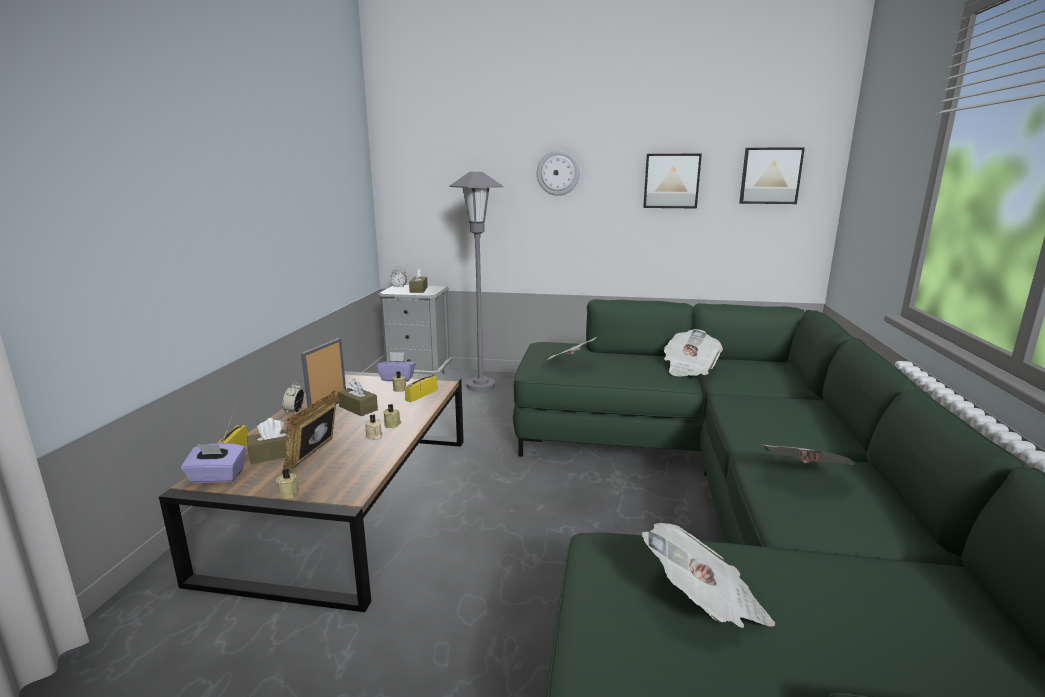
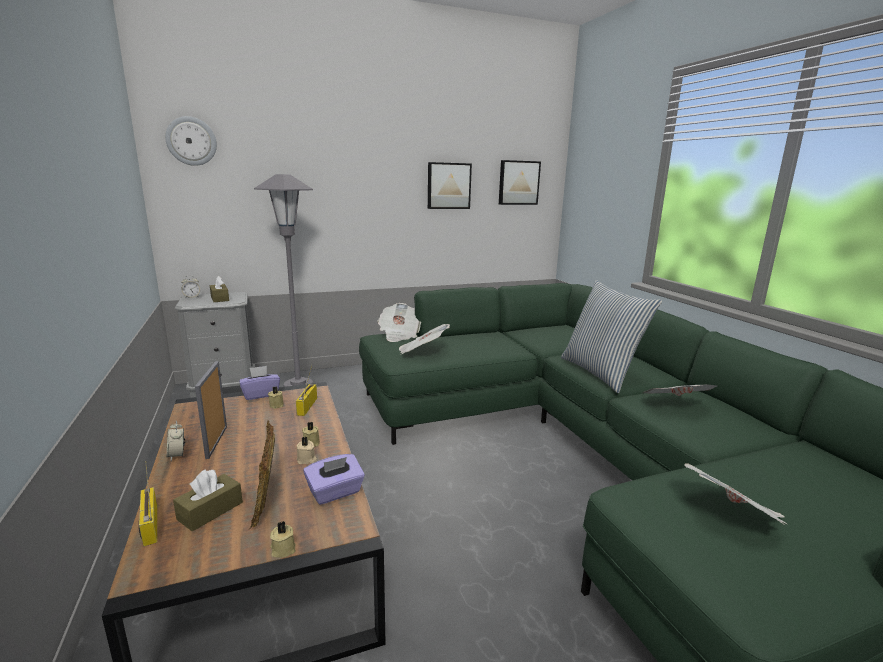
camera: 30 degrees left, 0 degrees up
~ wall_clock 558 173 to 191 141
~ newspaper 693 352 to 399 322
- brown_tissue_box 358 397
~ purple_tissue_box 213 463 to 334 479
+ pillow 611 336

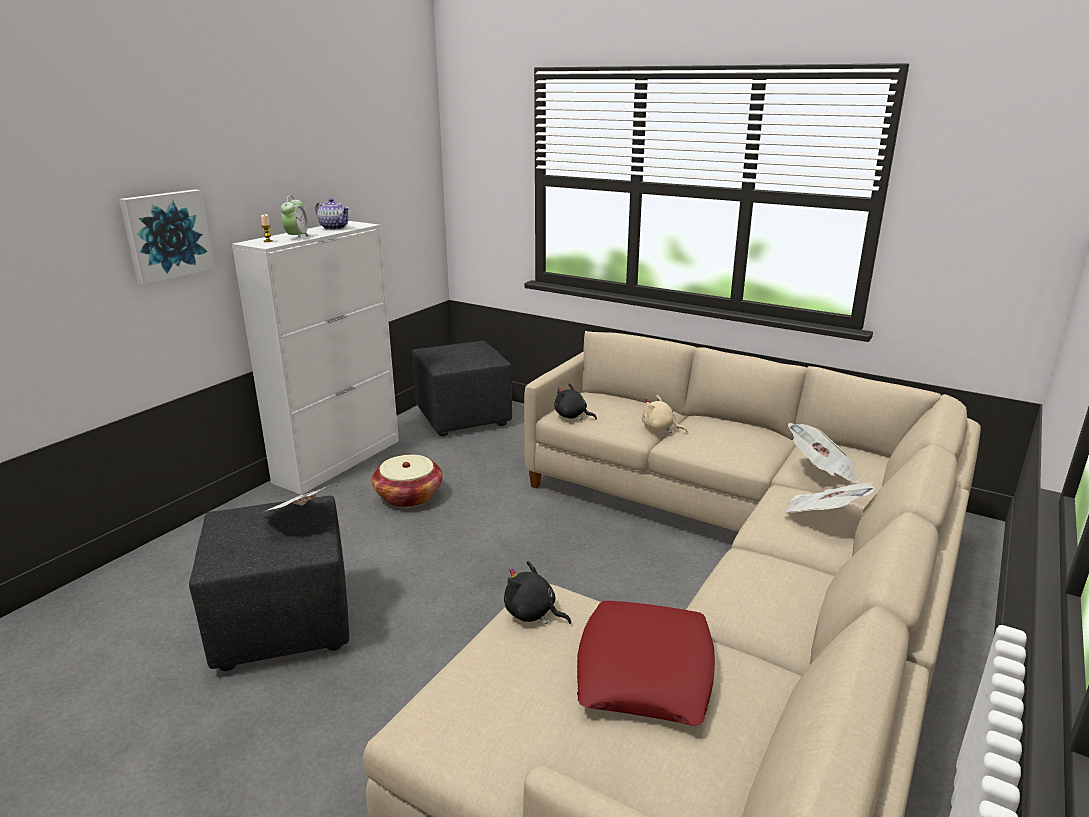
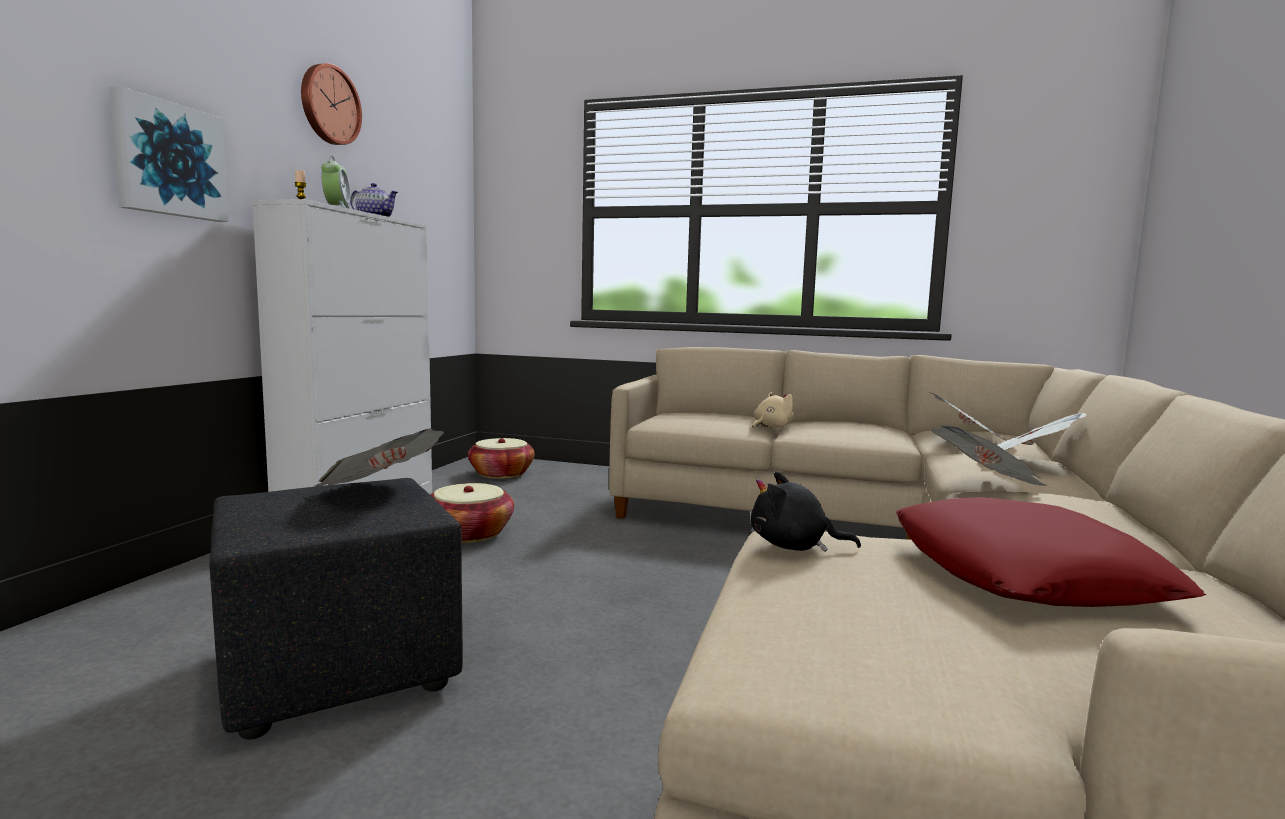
camera: 15 degrees left, 15 degrees down
~ black_ottoman 462 388 to basket 501 458
- black_plush_toy 575 401
~ beige_plush_toy 664 414 = 773 410 120 degrees clockwise
+ wall_clock 331 104
+ newspaper 989 455

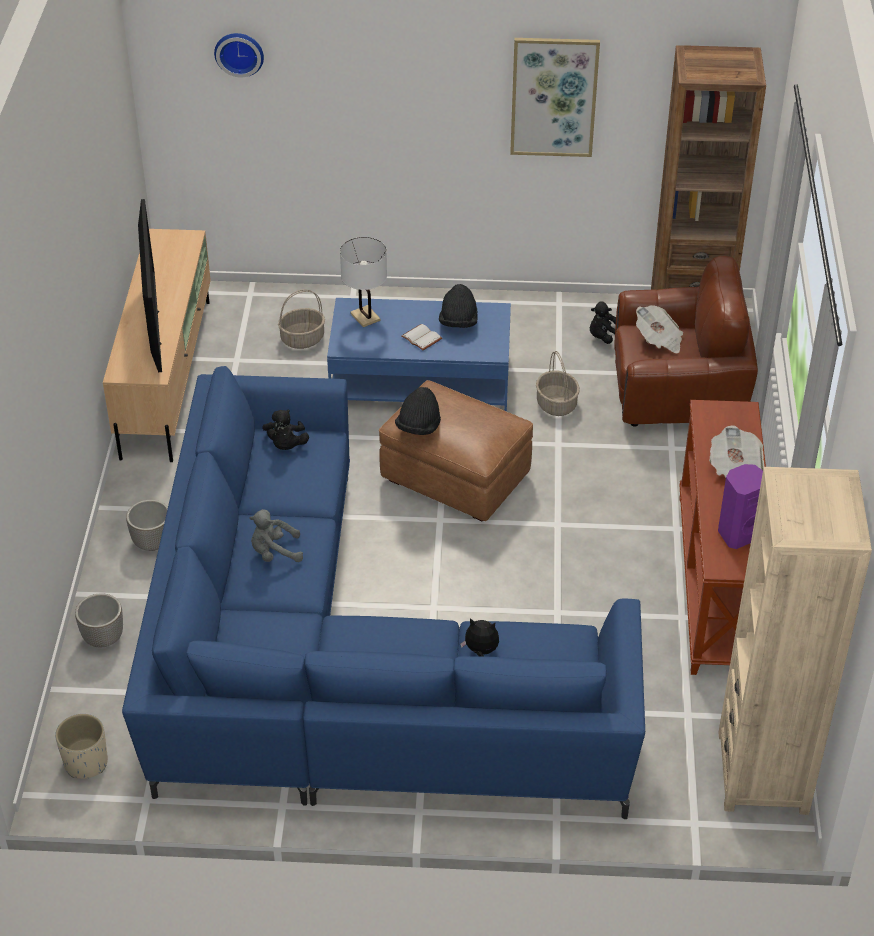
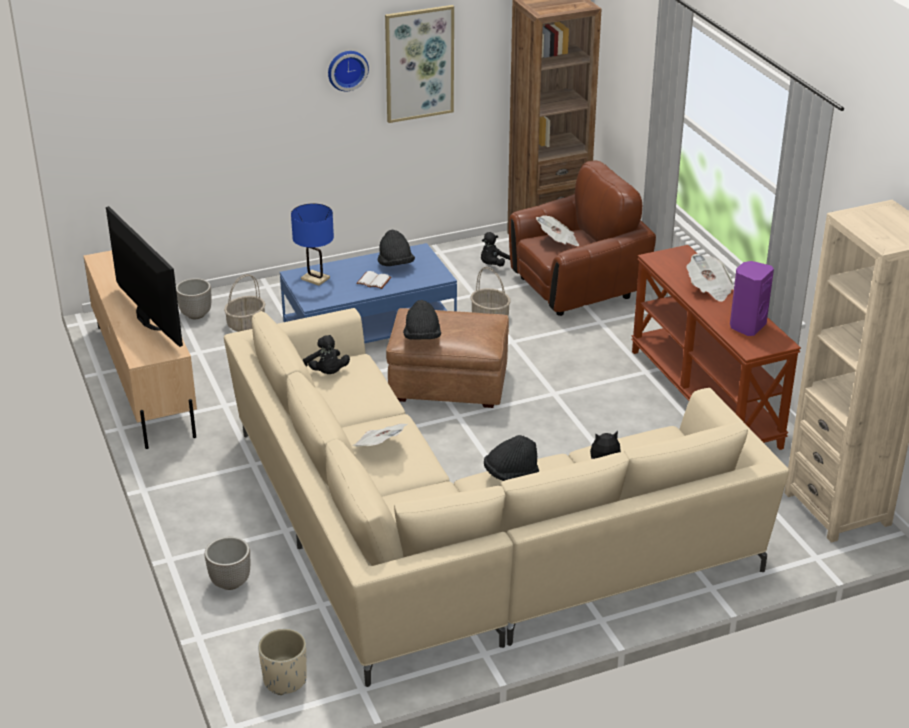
camera: 25 degrees left, 10 degrees down
~ wall_clock 239 55 to 348 71
~ white_table_lamp 363 282 to blue_table_lamp 312 244
~ blue_sofa 383 592 to beige_sofa 506 497
~ planter 147 525 to 194 298
~ grey_plush_toy 276 535 to newspaper 379 435
+ black_hat 511 458

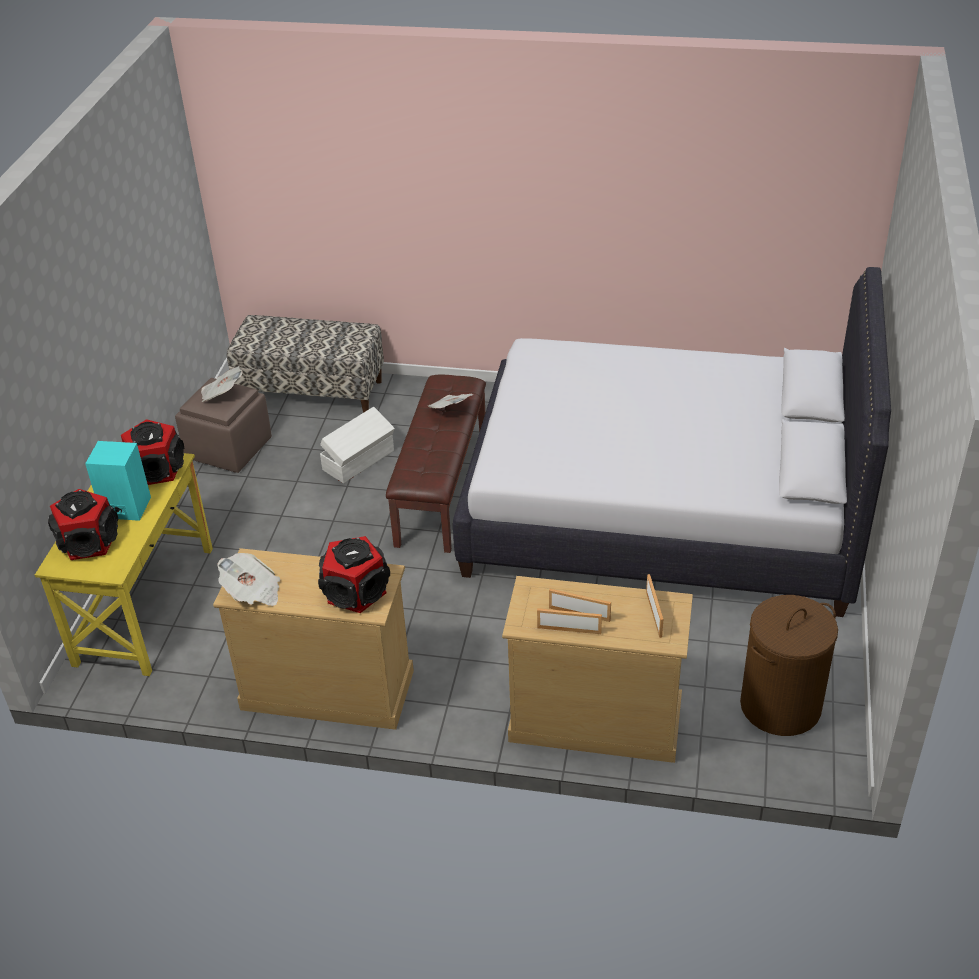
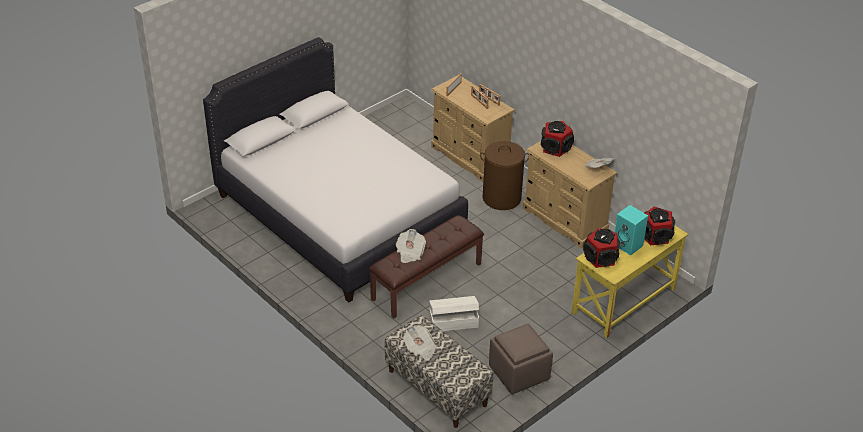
camera: 145 degrees left, 0 degrees up
~ newspaper 221 384 to 420 343
~ brown_laundry_basket 789 665 to 504 175

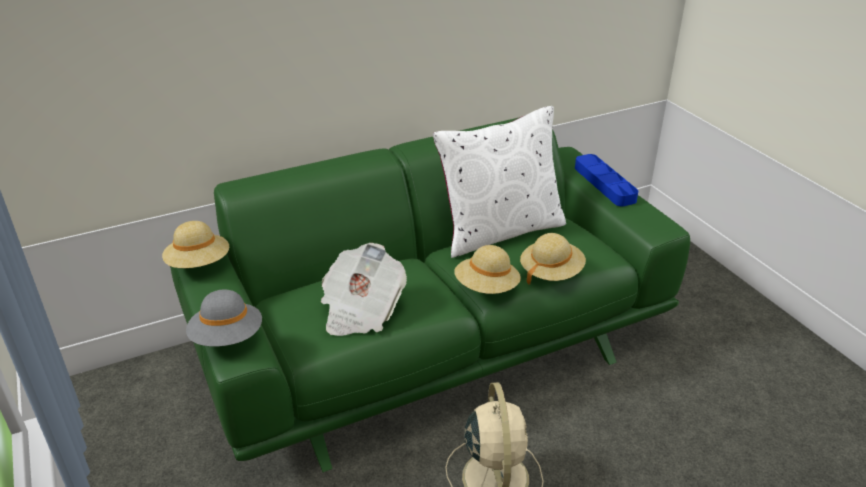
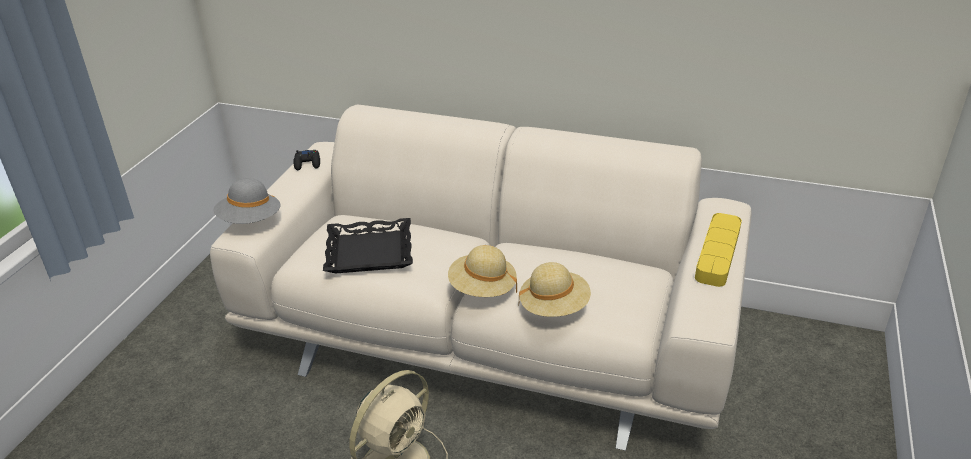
camera: 45 degrees right, 0 degrees up
- white_pillow 499 182
~ green_sofa 430 294 to beige_sofa 481 278
~ blue_tray 606 180 to yellow_tray 718 250
~ beige_hat 195 244 to black_game_controller 307 160
~ newspaper 364 289 to black_tray 368 245

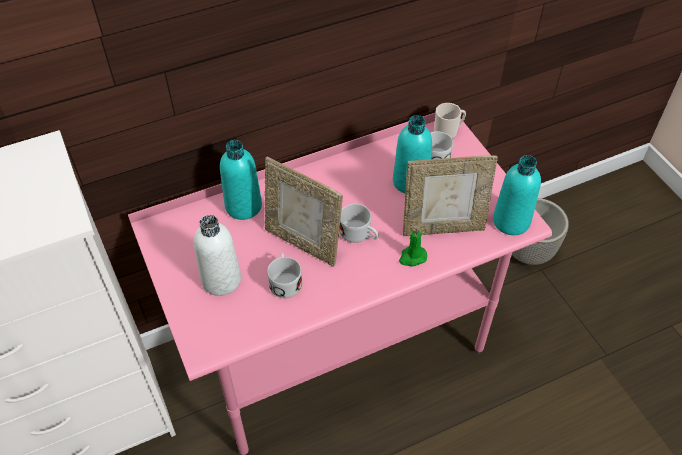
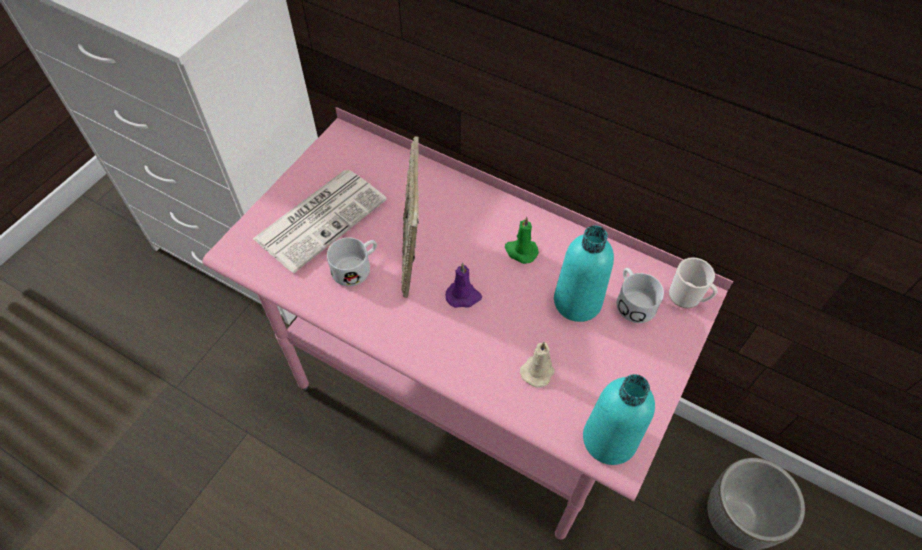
camera: 55 degrees right, 5 degrees up
- turquoise_bottle 241 180
~ picture_frame 450 195 to beige_candle 537 365
~ white_mug 359 223 to purple_candle 464 285
~ white_bottle 217 255 to newspaper 320 221
~ green_candle 413 246 to 522 240

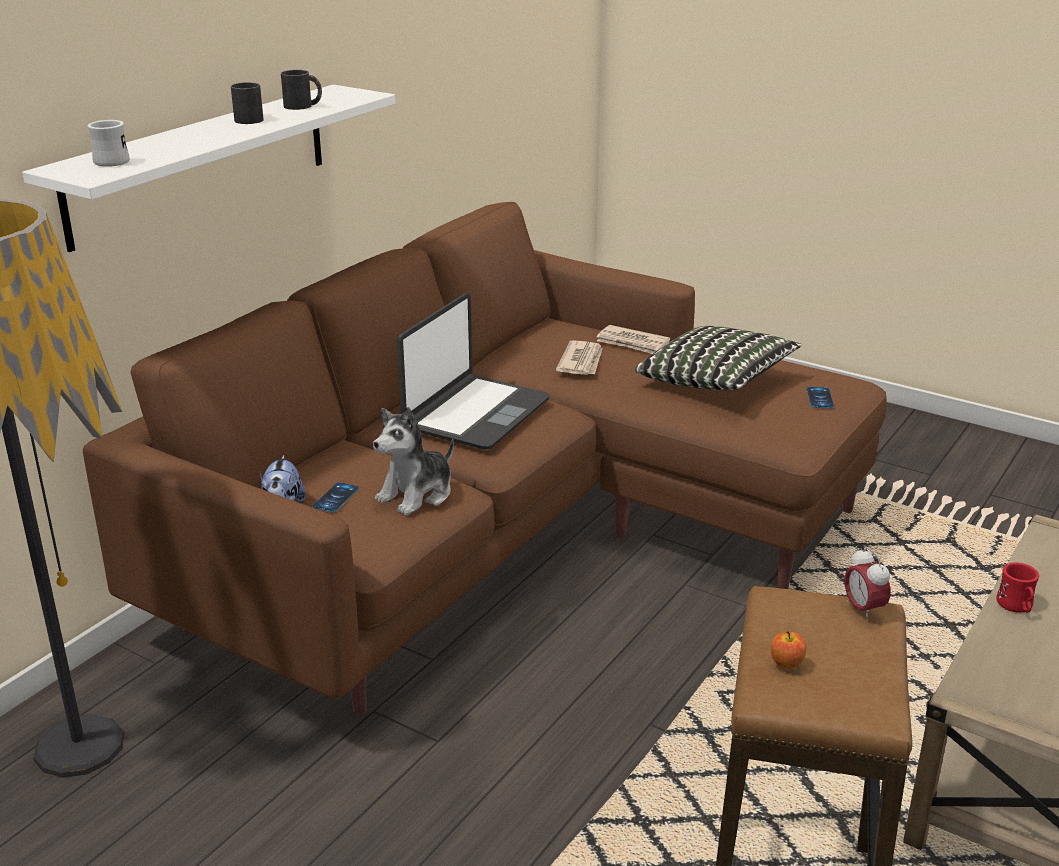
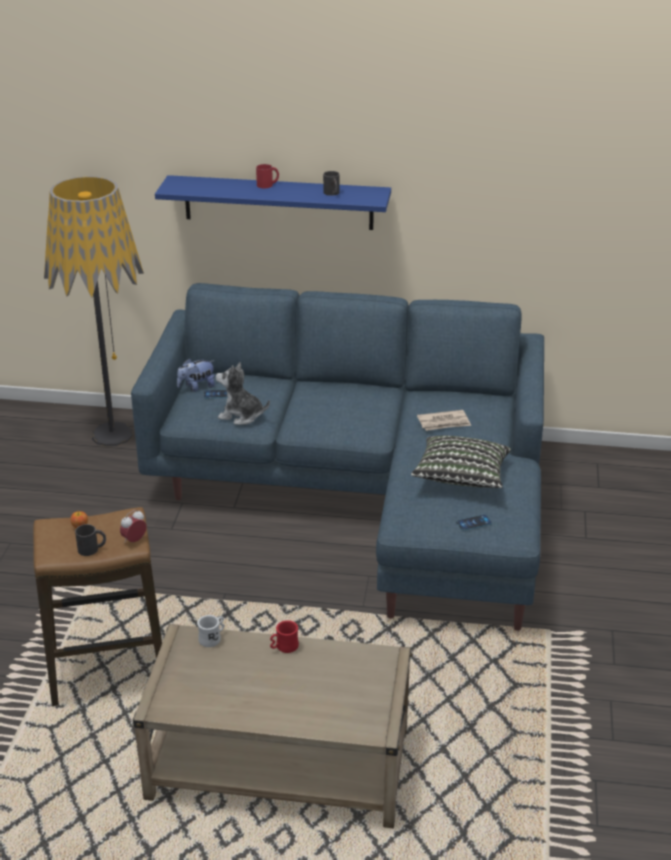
camera: 65 degrees right, 5 degrees up
~ black_mug 247 103 to 90 540
~ white_shelf 208 168 to blue_shelf 273 202
~ white_mug 108 143 to 211 631
~ brown_sofa 485 458 to blue_sofa 337 457
- laptop 473 371
- newspaper 633 339
+ red_mug 267 176

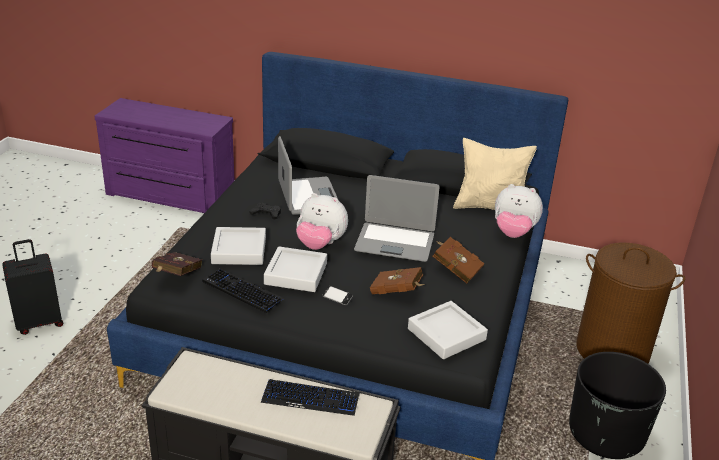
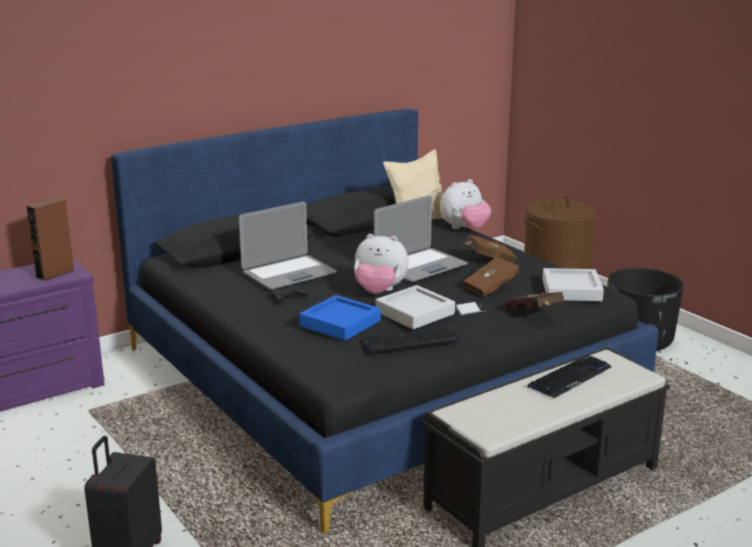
camera: 50 degrees left, 10 degrees down
~ laptop 308 175 = 288 246 120 degrees clockwise
~ plush_toy 322 221 = 381 264 45 degrees clockwise
~ grey_tray 238 246 to blue_tray 340 318
~ red_book 176 264 to 534 300
+ brown_speaker 50 239

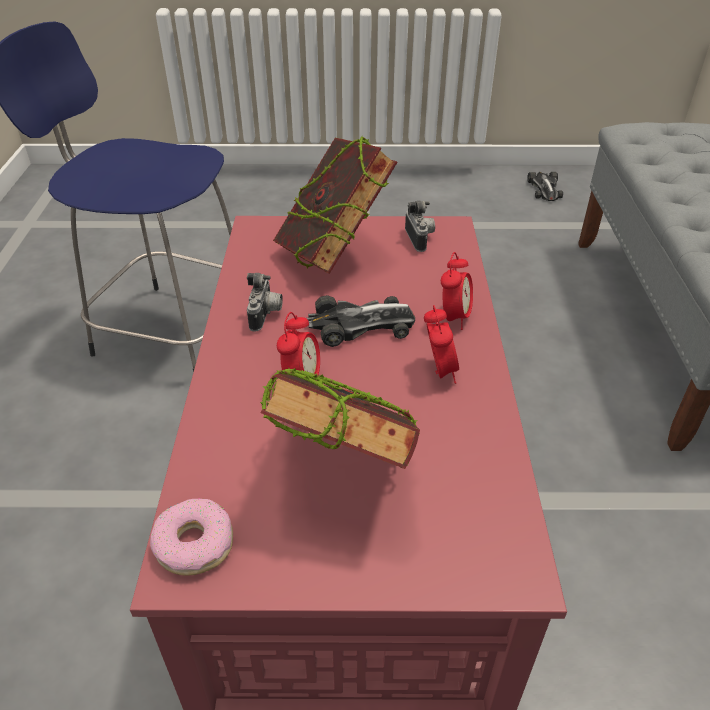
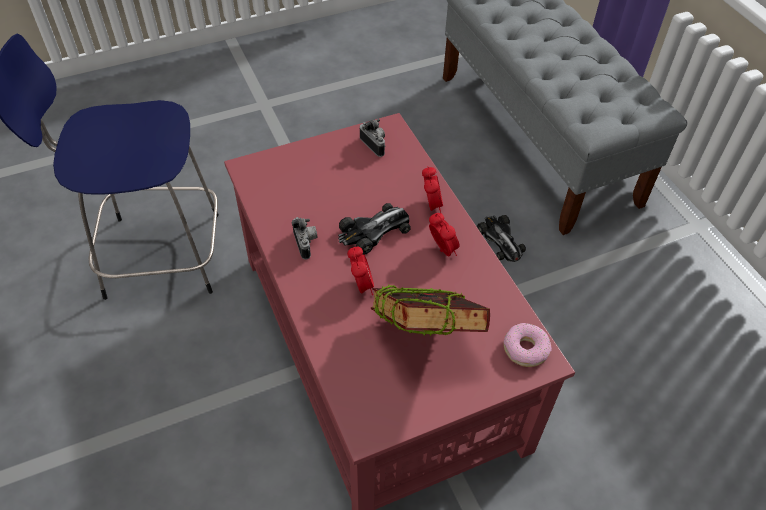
camera: 25 degrees left, 10 degrees up
- book 335 205
~ toy_car 545 186 to 501 238
~ donut 191 537 to 527 345

